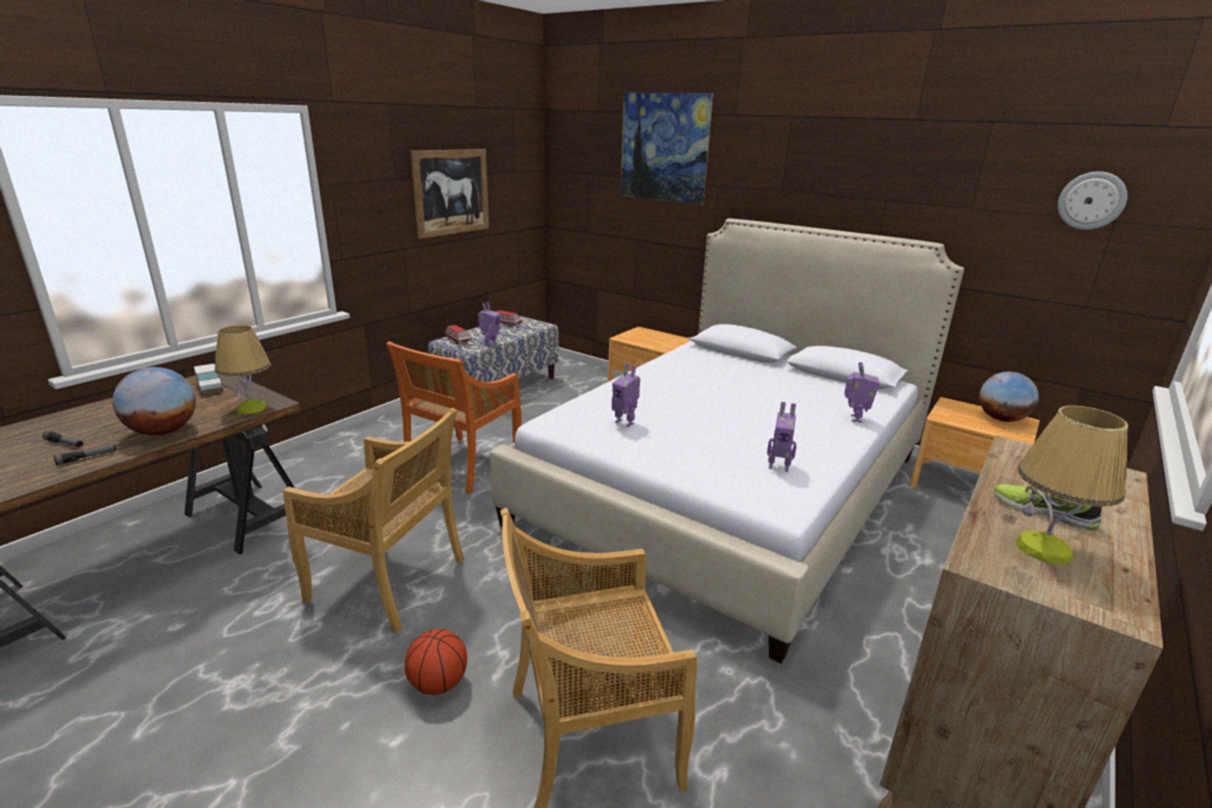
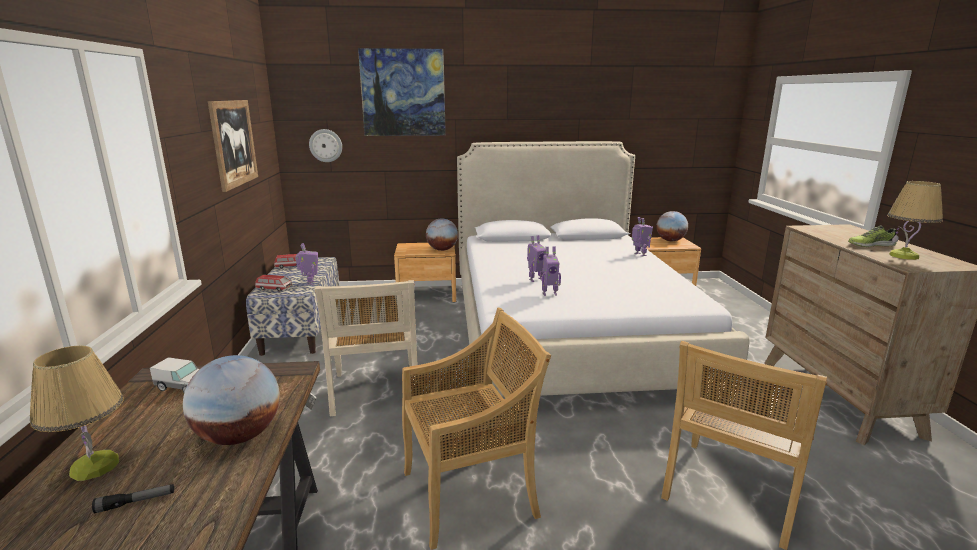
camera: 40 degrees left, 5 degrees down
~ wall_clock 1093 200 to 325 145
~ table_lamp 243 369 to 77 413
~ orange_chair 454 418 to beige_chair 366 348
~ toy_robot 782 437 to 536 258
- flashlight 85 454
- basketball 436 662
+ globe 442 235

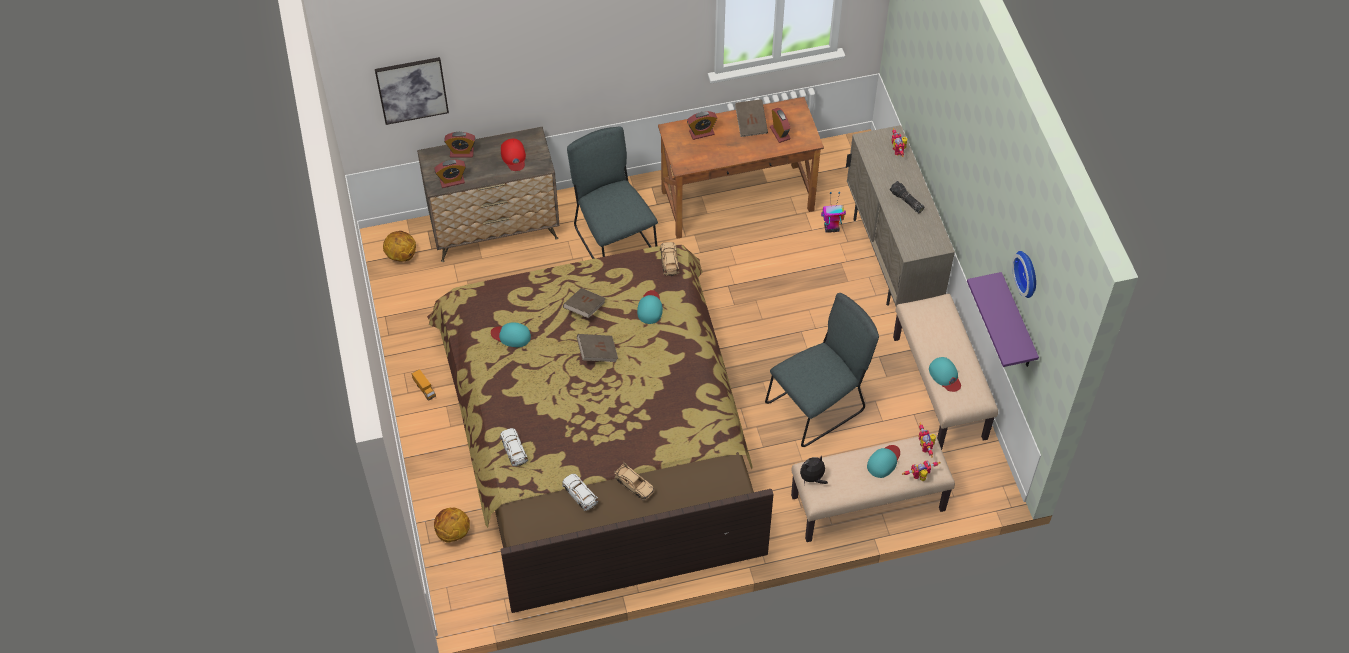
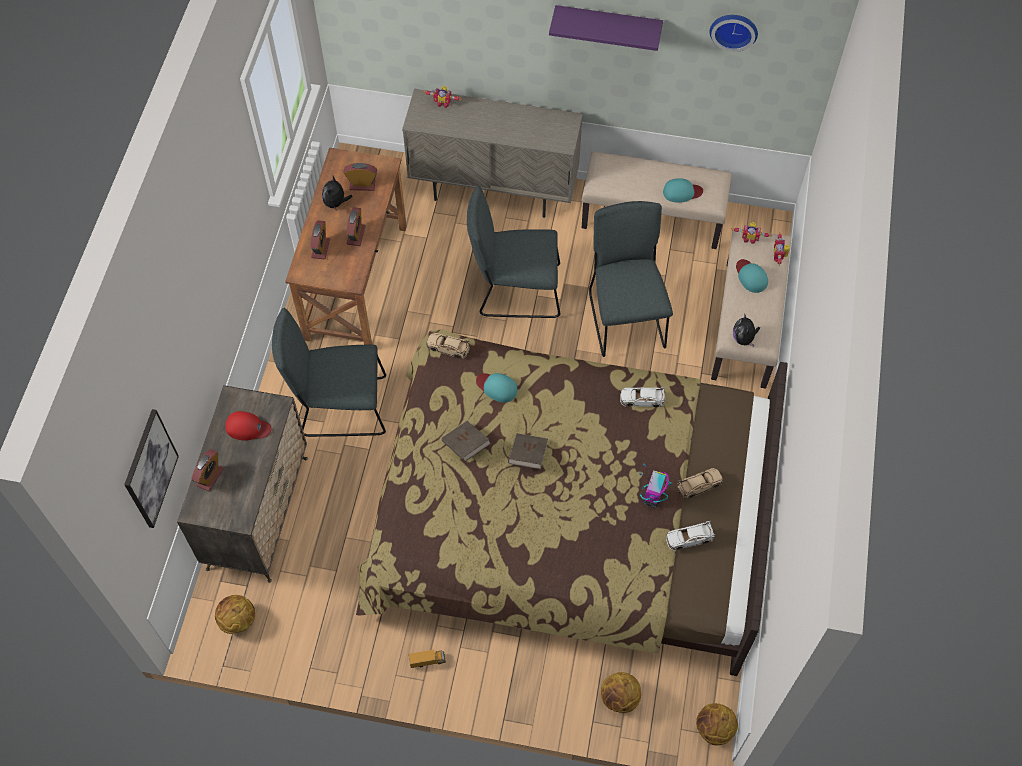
camera: 65 degrees left, 5 degrees up
~ brown_book 751 118 to plush_toy 337 193
~ alarm_clock 450 174 to 355 226
- flashlight 907 197
~ toy_robot 833 212 to 655 486
~ purple_shelf 1003 319 to 606 28
- turquoise_cap 511 334
~ white_toy_car 514 447 to 642 397
+ grey_chair 513 252
+ basketball 717 724

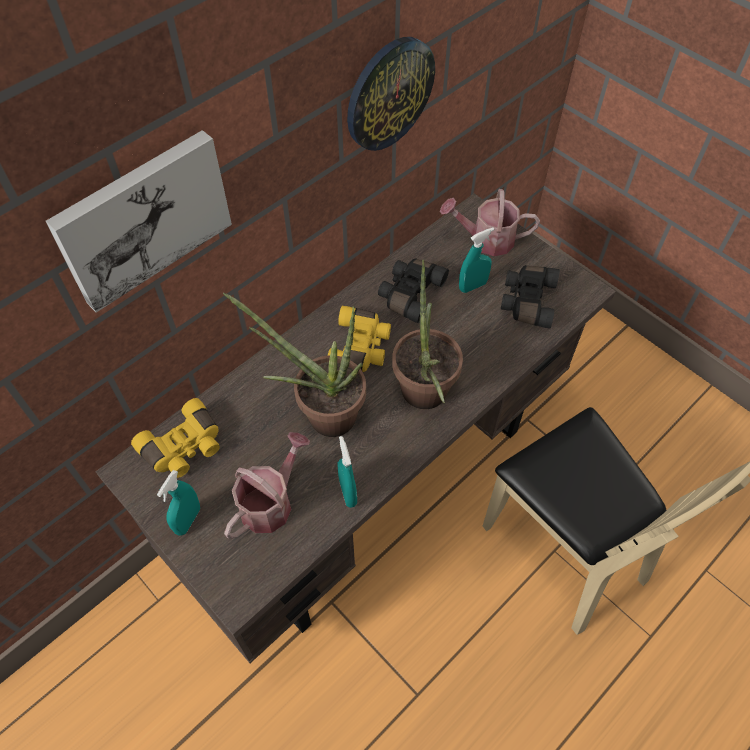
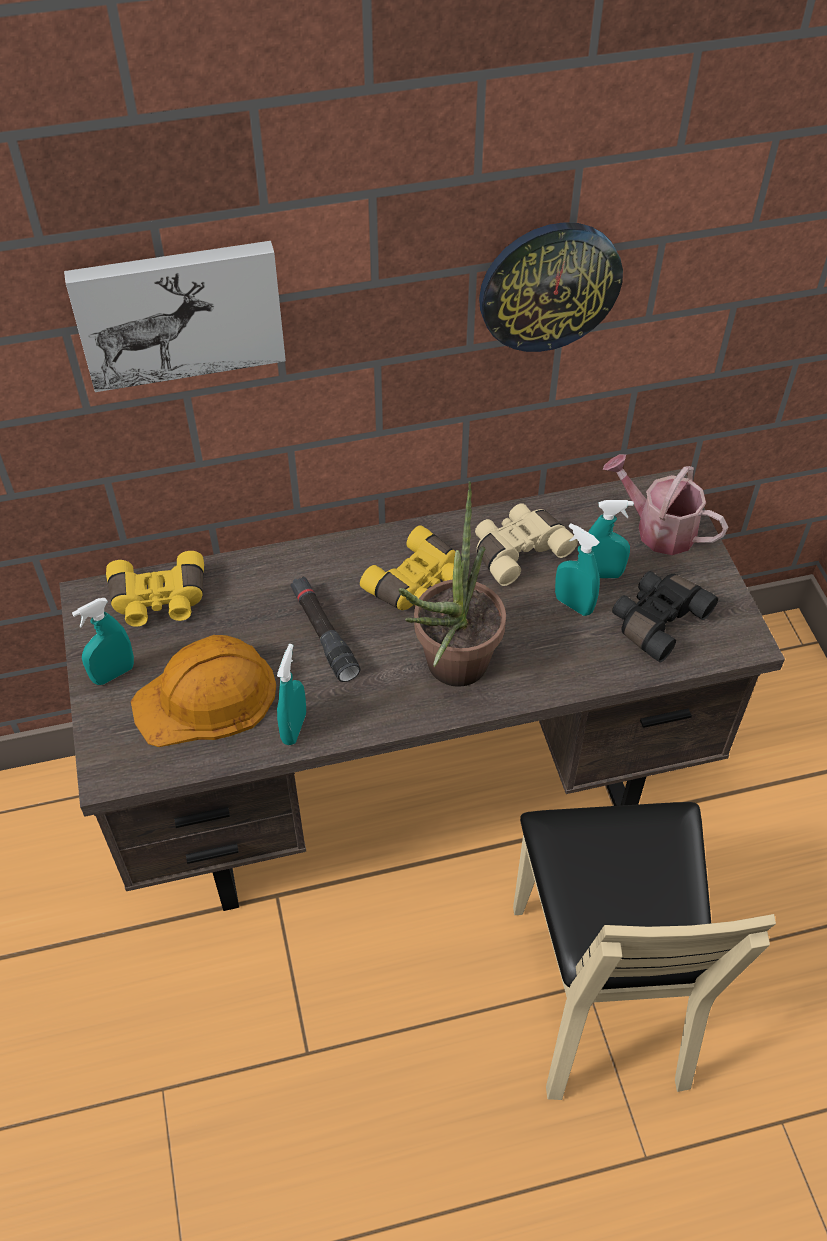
camera: 30 degrees right, 5 degrees down
~ black_binoculars 413 291 to beige_binoculars 526 544
~ potted_plant 294 364 to black_flashlight 326 629
~ watering_can 267 485 to orange_hard_hat 203 691
+ turquoise_spray_bottle 577 569

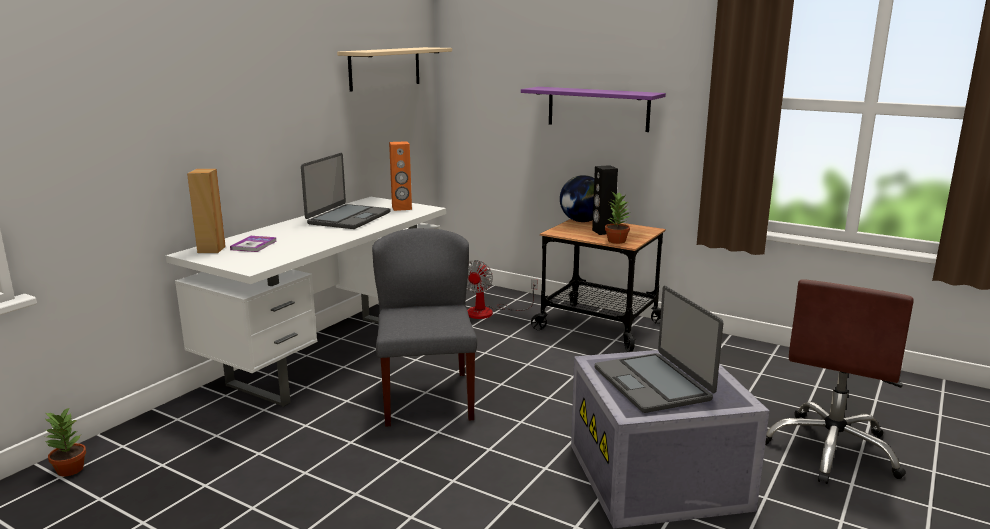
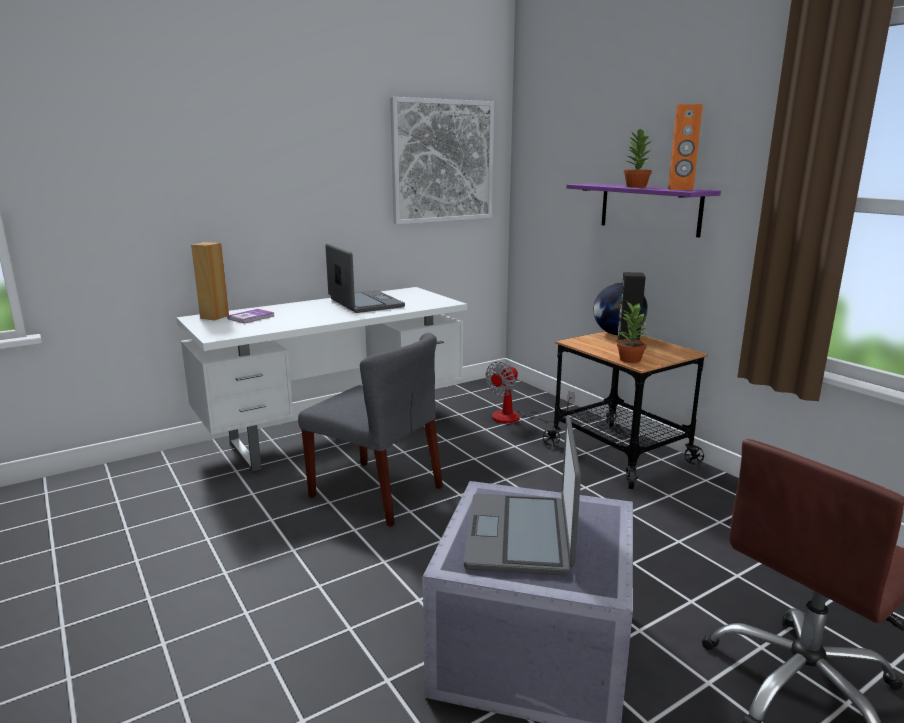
camera: 25 degrees right, 0 degrees up
~ beige_shelf 394 69 to picture 442 161
~ orange_speaker 400 176 to 685 147
~ laptop 346 191 = 365 278 75 degrees counterclockwise
~ grey_chair 424 327 = 370 430 105 degrees clockwise
~ potted_plant 65 441 to 638 158

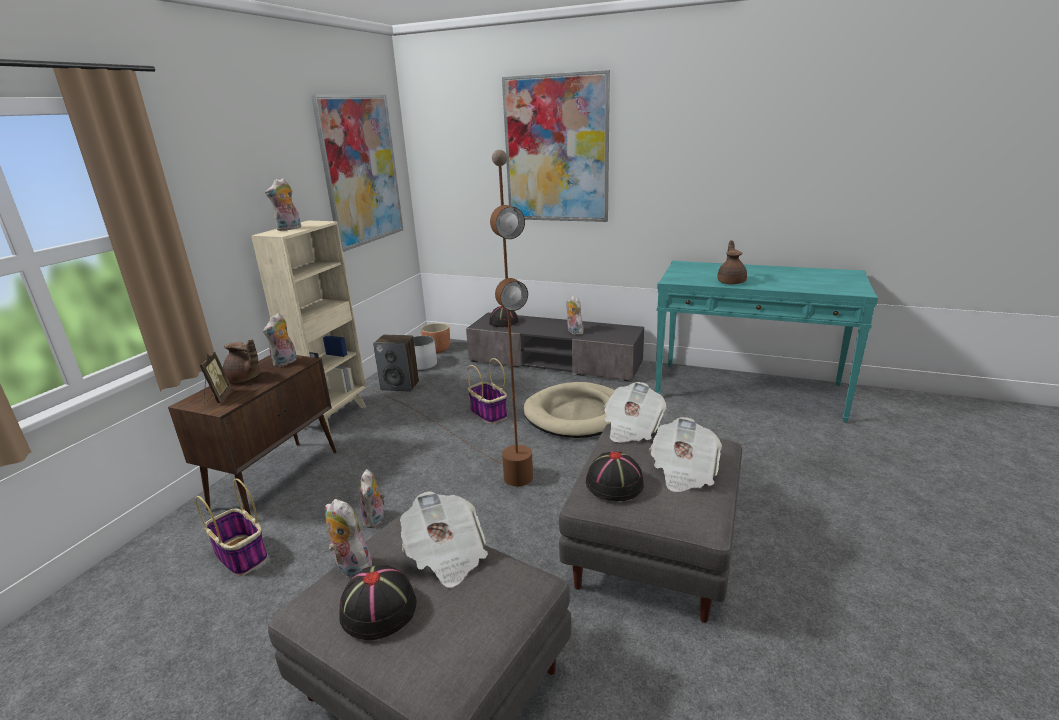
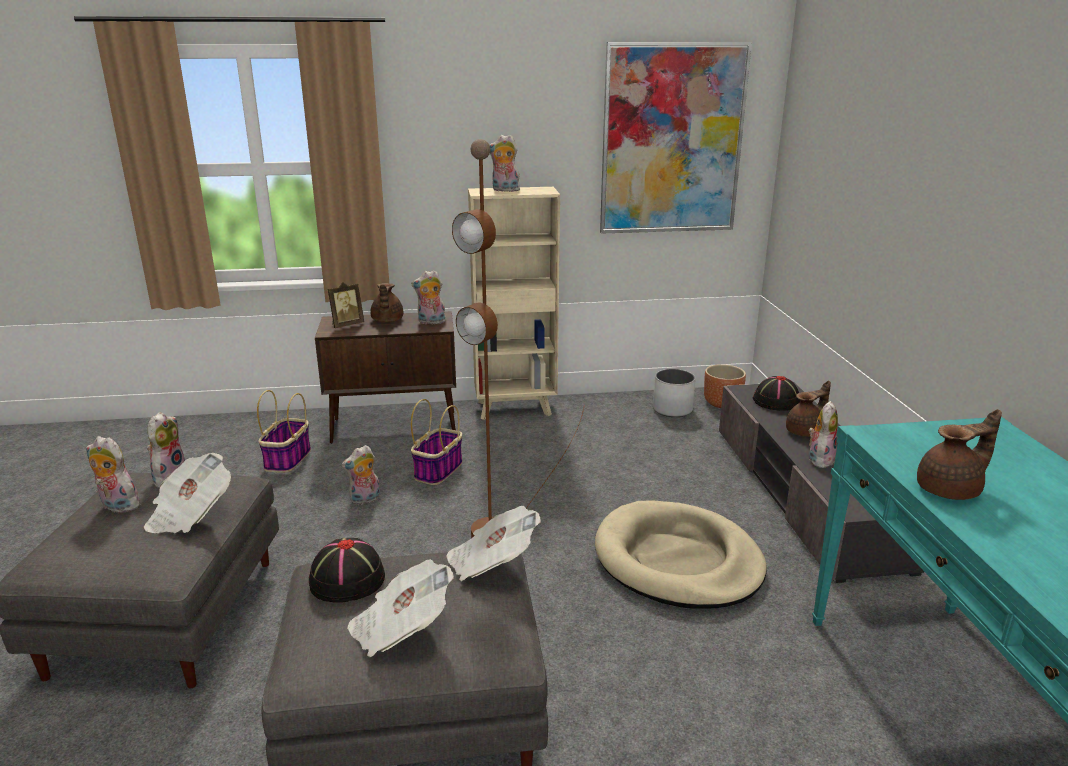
camera: 60 degrees right, 0 degrees up
- picture 556 146
- speaker 396 363
~ basket 487 391 to 436 442
~ black_hat 378 602 to plush_toy 114 474
+ brown_teapot 808 409

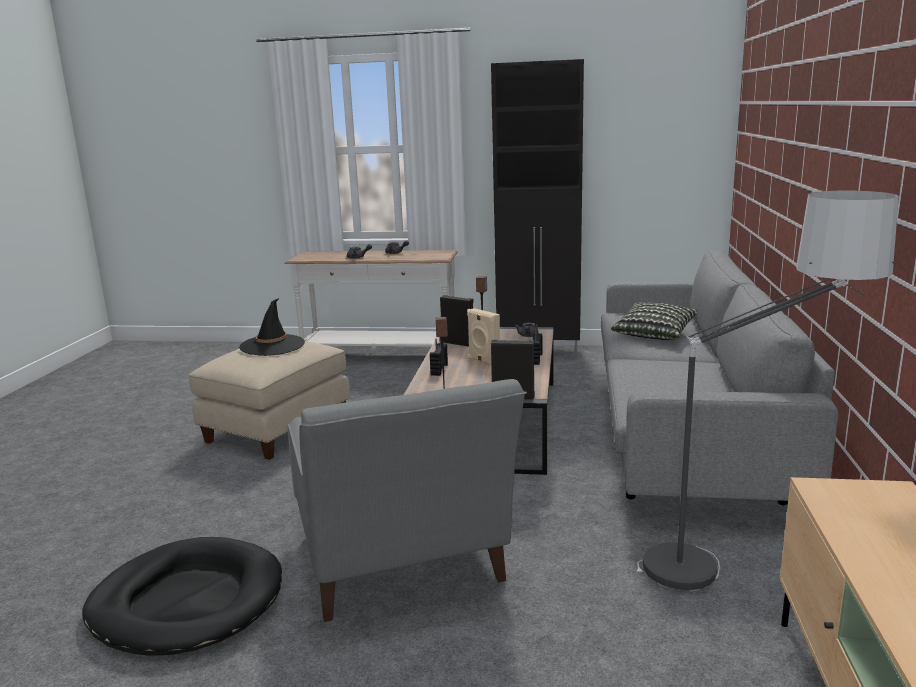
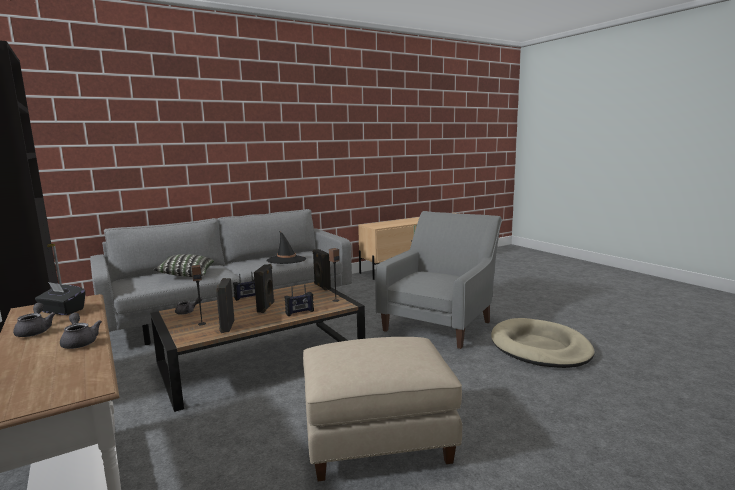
camera: 130 degrees left, 5 degrees down
- floor_lamp 768 391
~ black_hat 272 327 to 287 247
~ beige_speaker 483 336 to black_speaker 264 288
~ black_dog_bed 182 596 to beige_dog_bed 543 343
+ black_tissue_box 60 298

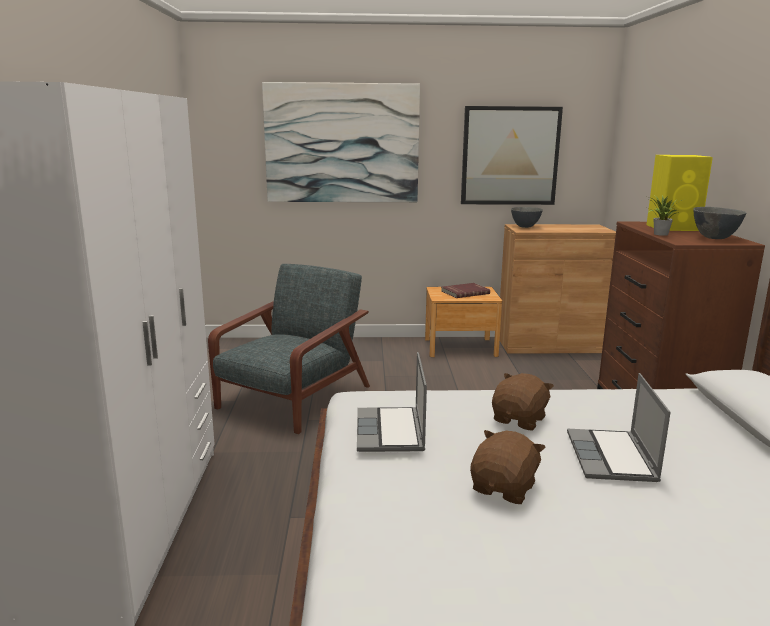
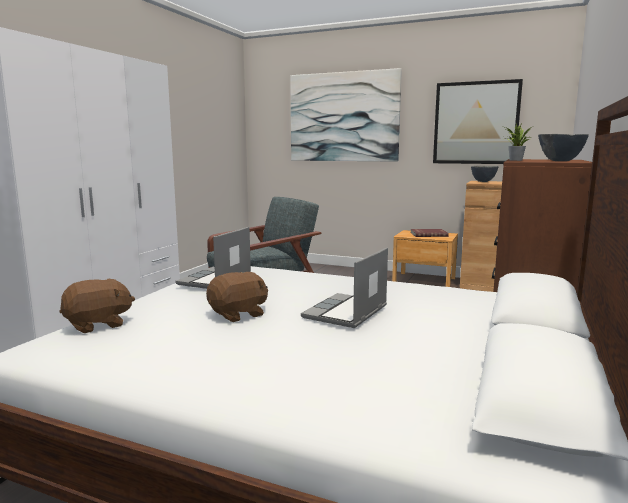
camera: 25 degrees right, 5 degrees down
- yellow_speaker 680 193
~ brown_plush_toy 523 401 to 97 306

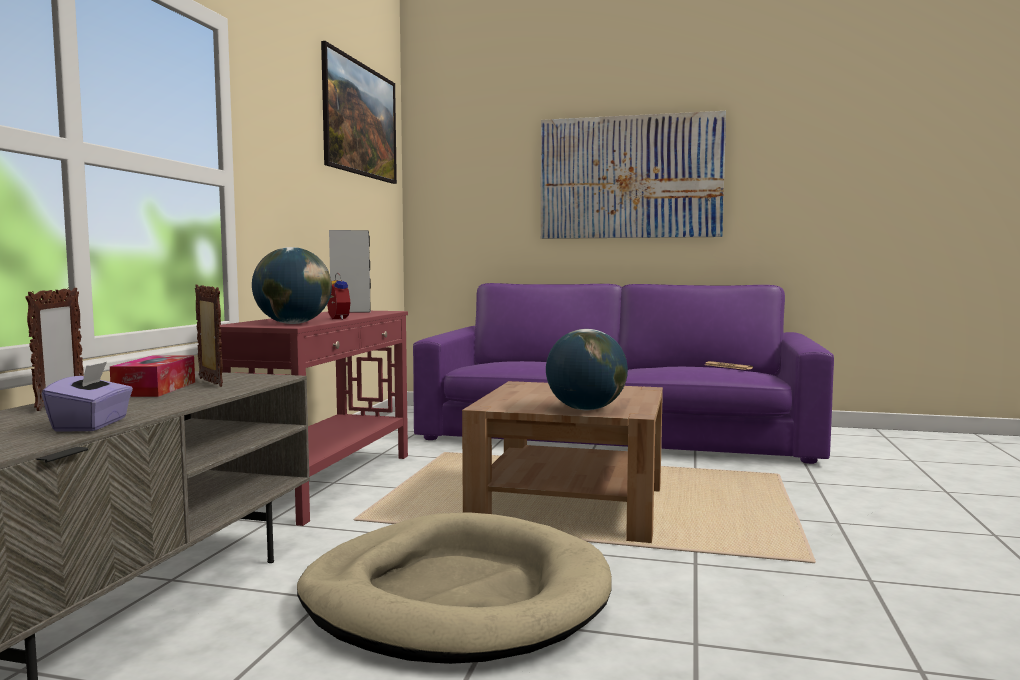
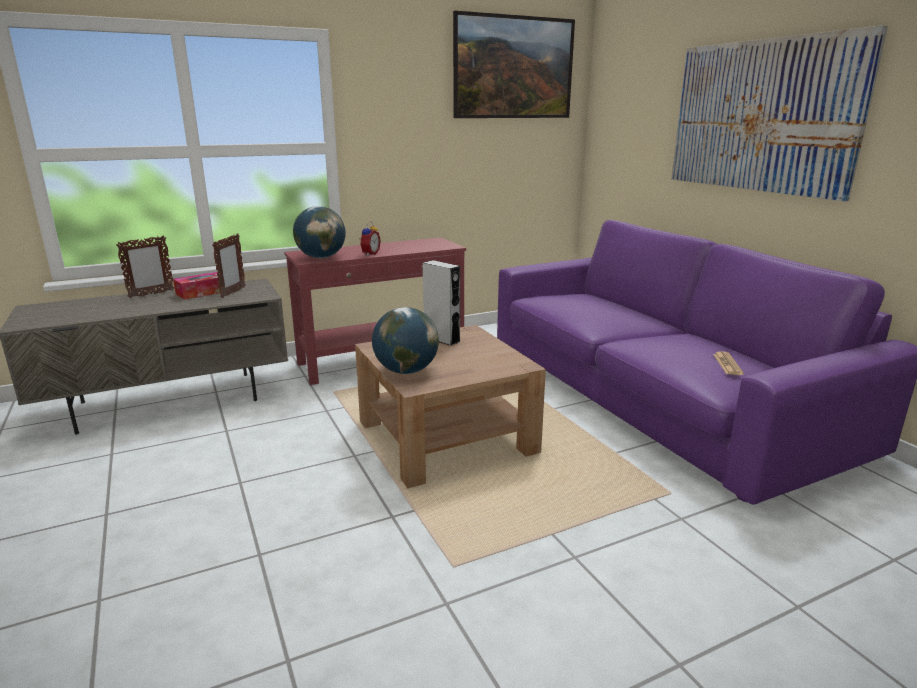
camera: 50 degrees right, 15 degrees up
~ grey_speaker 350 271 to 441 303
- purple_tissue_box 87 397
- beige_dog_bed 454 588

